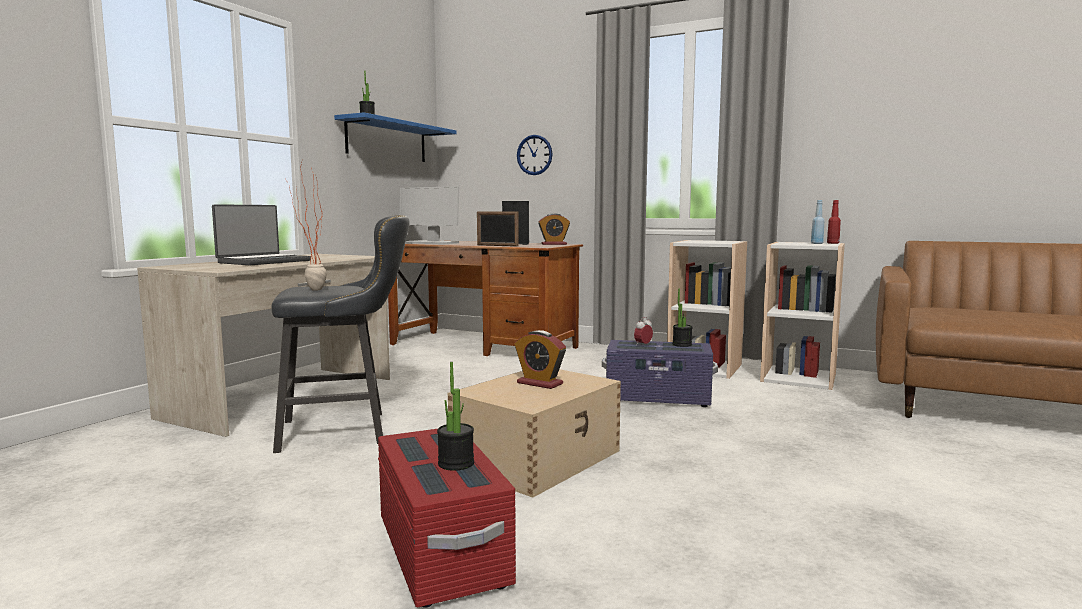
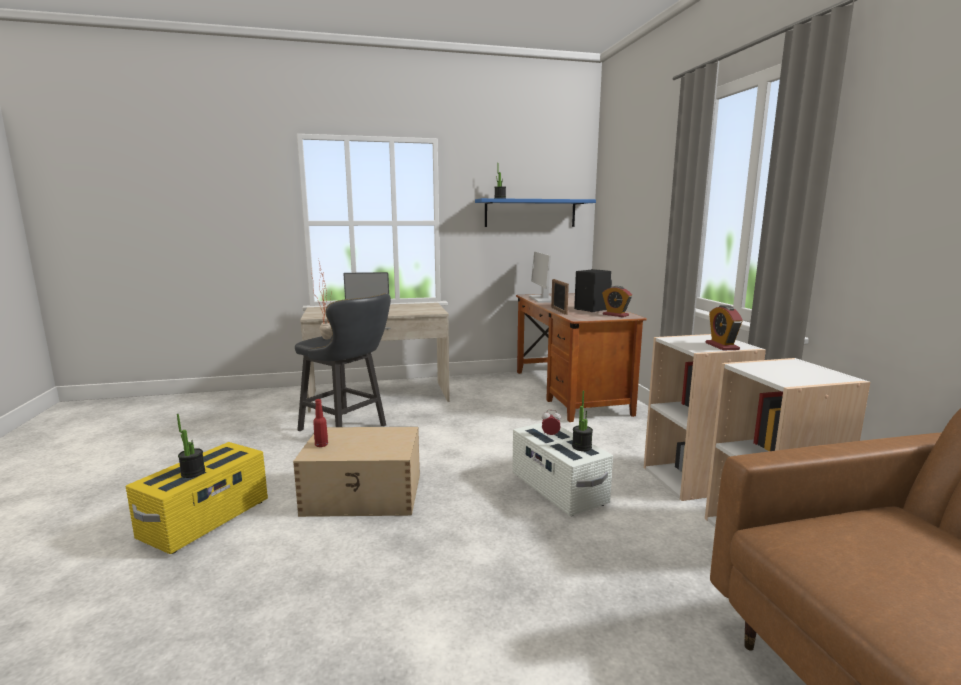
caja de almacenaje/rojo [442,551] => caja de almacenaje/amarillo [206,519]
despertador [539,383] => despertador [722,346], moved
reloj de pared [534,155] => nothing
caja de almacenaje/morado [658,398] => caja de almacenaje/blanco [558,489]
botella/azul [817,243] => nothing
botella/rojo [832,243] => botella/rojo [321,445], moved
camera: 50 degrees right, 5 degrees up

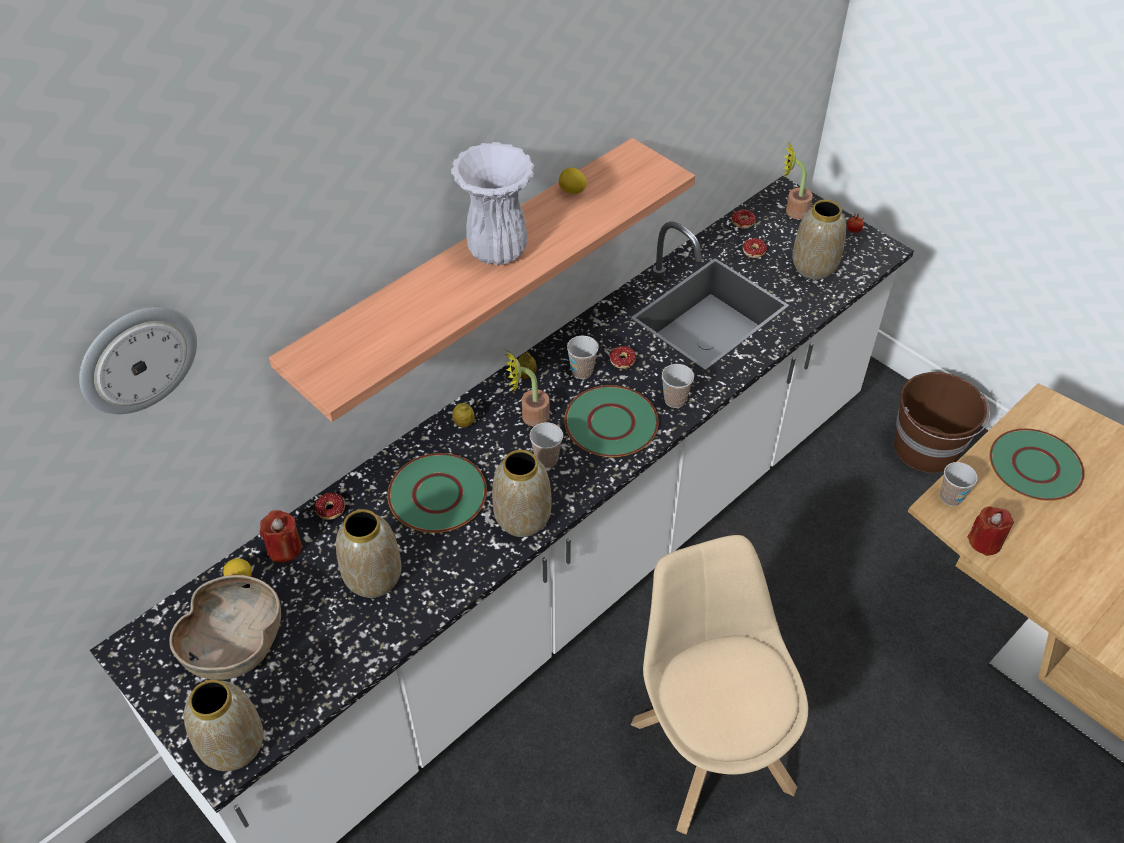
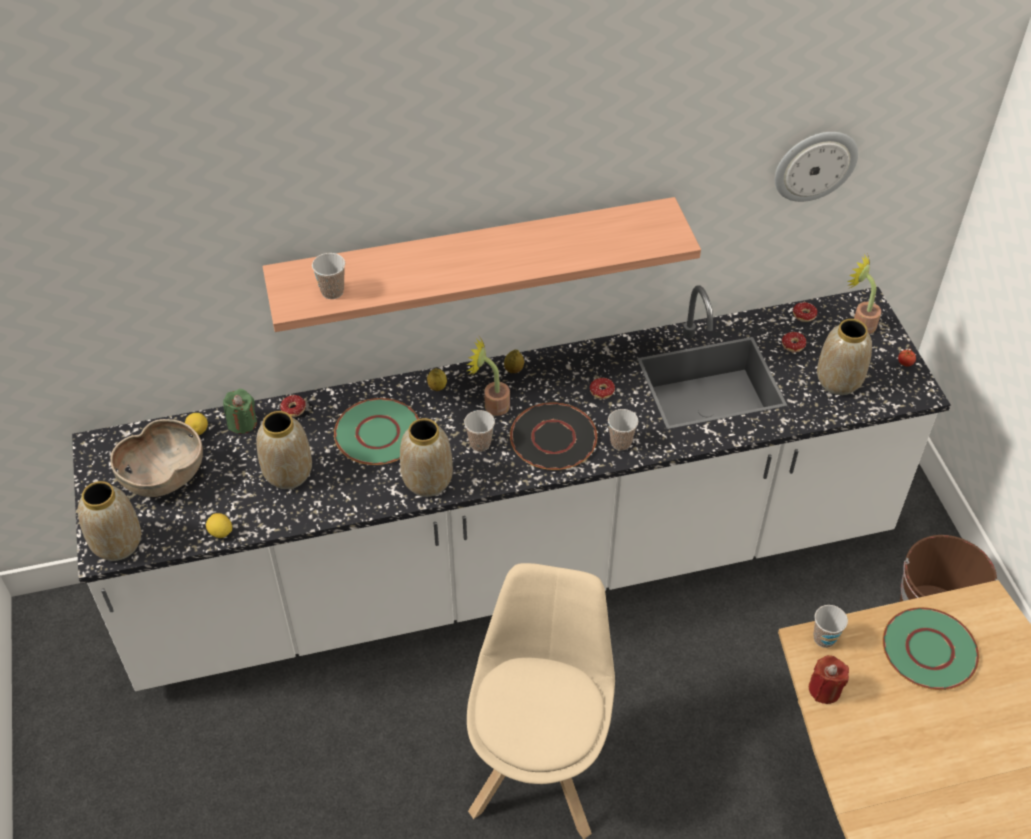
reloj de pared [137,358] => reloj de pared [815,165], moved
vela/rojo [284,548] => vela/verde [242,423]
florero/blanco [497,250] => nothing
limón [572,191] => limón [221,532], moved
plato/verde [611,423] => plato/negro [553,438]
taza [582,371] => taza [332,291], moved
camera: 30 degrees right, 0 degrees up

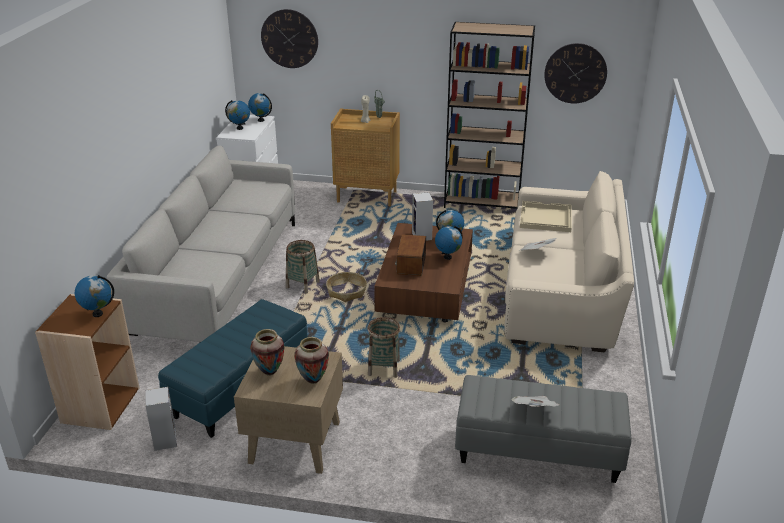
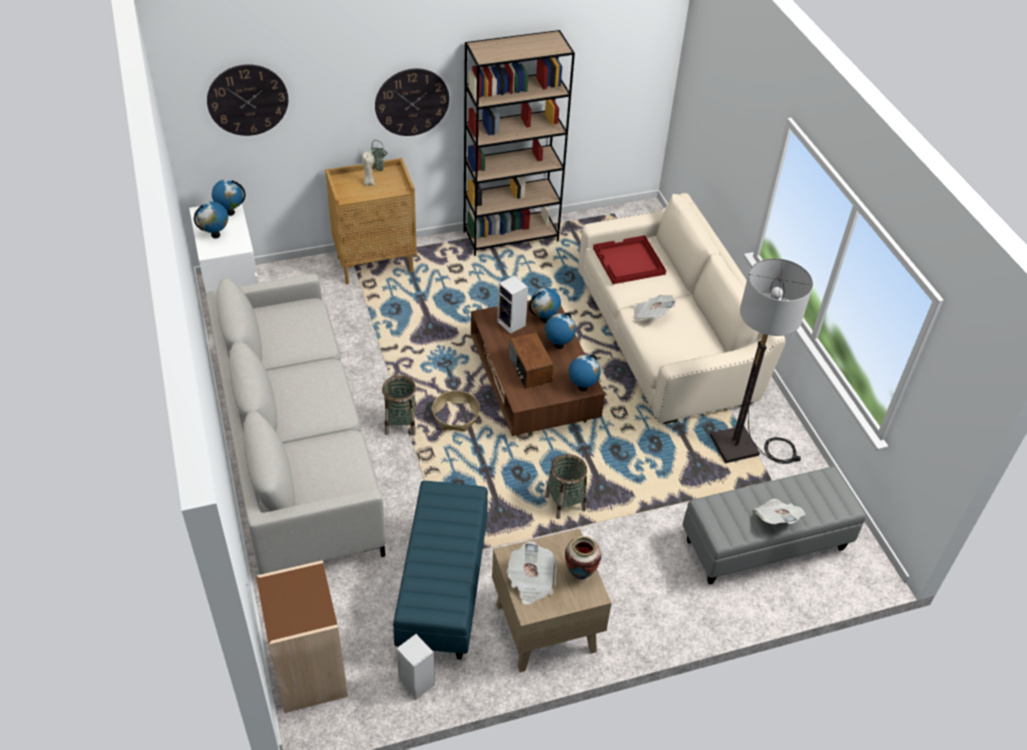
globo terráqueo [98,313] => globo terráqueo [582,387], moved
florero [269,372] => periódico [531,581]
bandeja/beis [545,218] => bandeja/rojo [628,261]
reloj de pared [575,73] => reloj de pared [412,102], moved
nothing => lámpara de pie [747,448]
camera: 30 degrees left, 15 degrees up

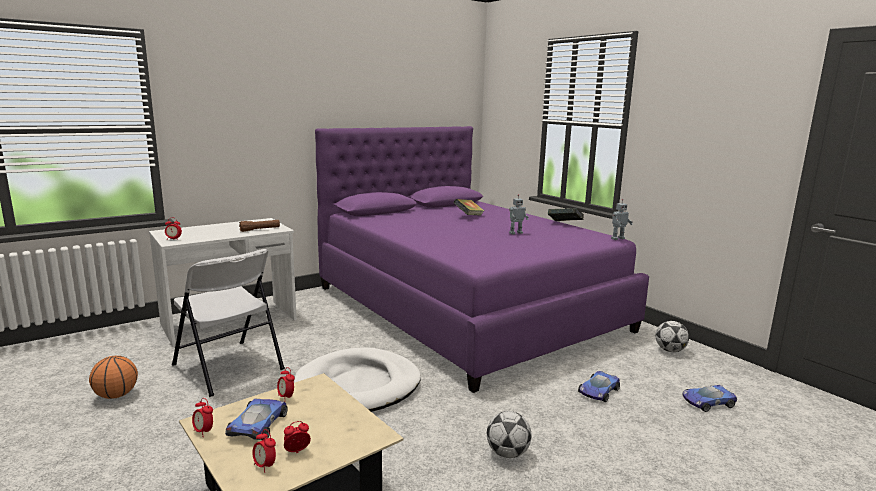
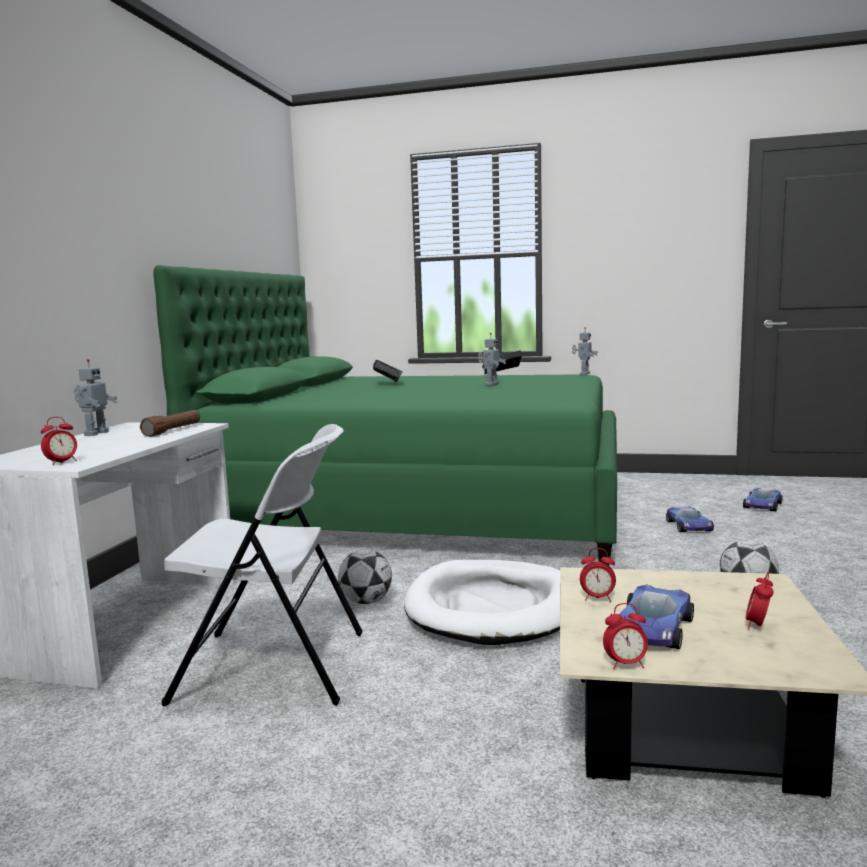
balón de baloncesto [116,395] => nothing
coche de juguete [258,424] => coche de juguete [652,629], 120 degrees counterclockwise
despertador [265,466] => nothing
cama/morado [466,308] => cama/verde [422,507]
balón de fútbol [669,350] => balón de fútbol [366,601], moved
nothing => robot de juguete [95,433]
camera: 40 degrees left, 5 degrees down

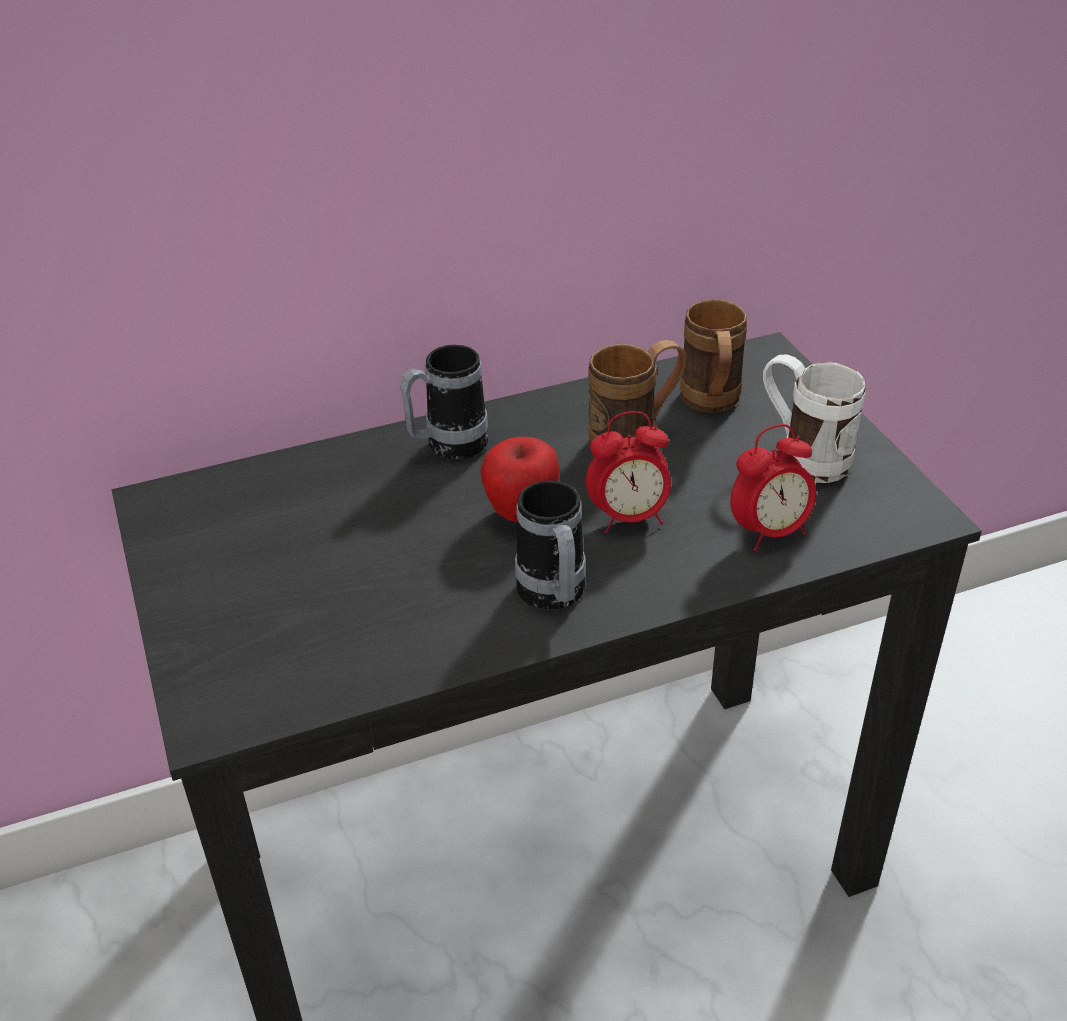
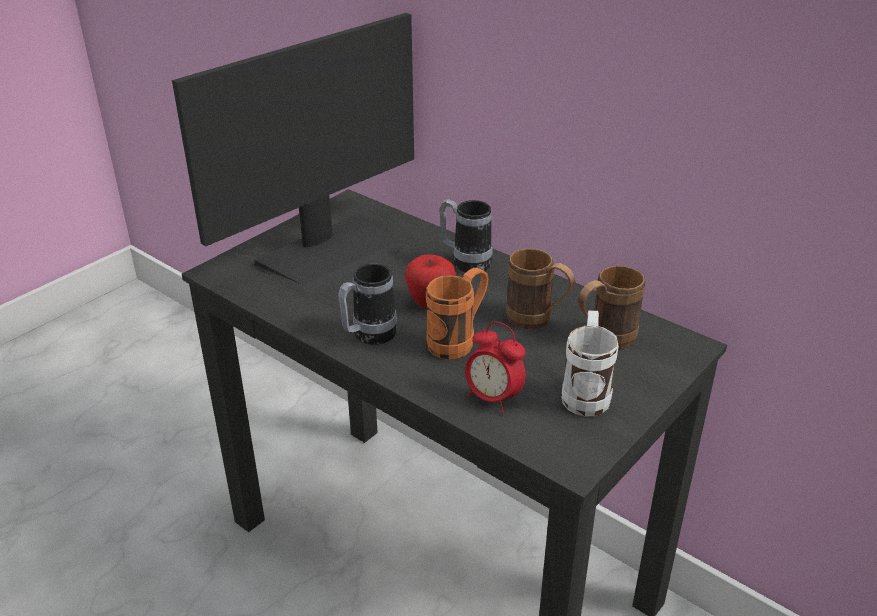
despertador [628,518] => taza grande/naranja [459,341]
nothing => monitor [332,253]
camera: 60 degrees right, 5 degrees down

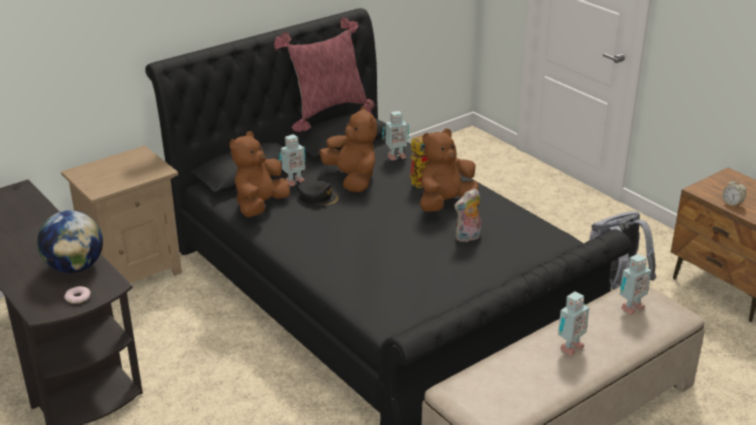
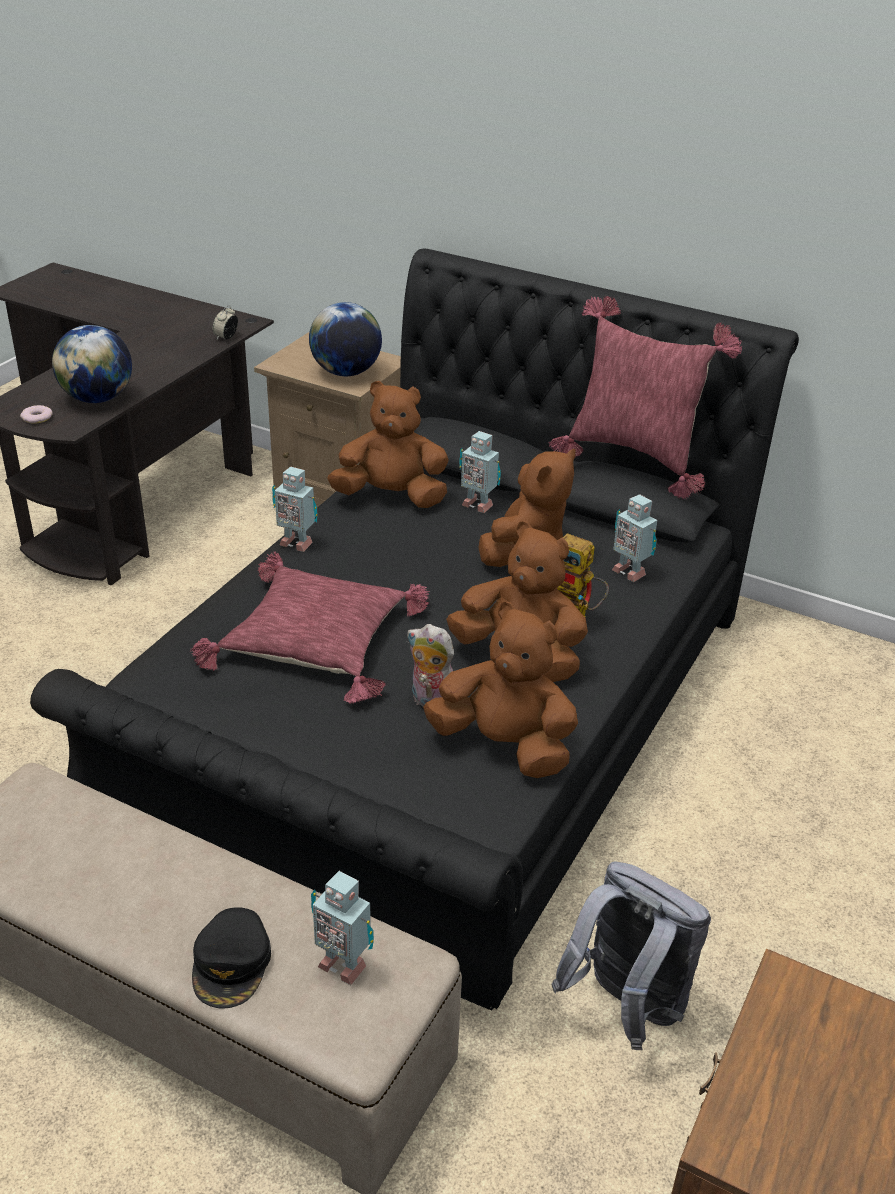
gorra/negro [318,197] => gorra/negro [232,964], moved
robot de juguete [569,347] => robot de juguete [296,542], moved
despertador [732,203] => despertador [226,337], moved
nothing => cojín/rojo [314,635]
nothing => globo terráqueo [346,372]
nothing => peluche/marrón [504,745]
camera: 65 degrees right, 5 degrees up

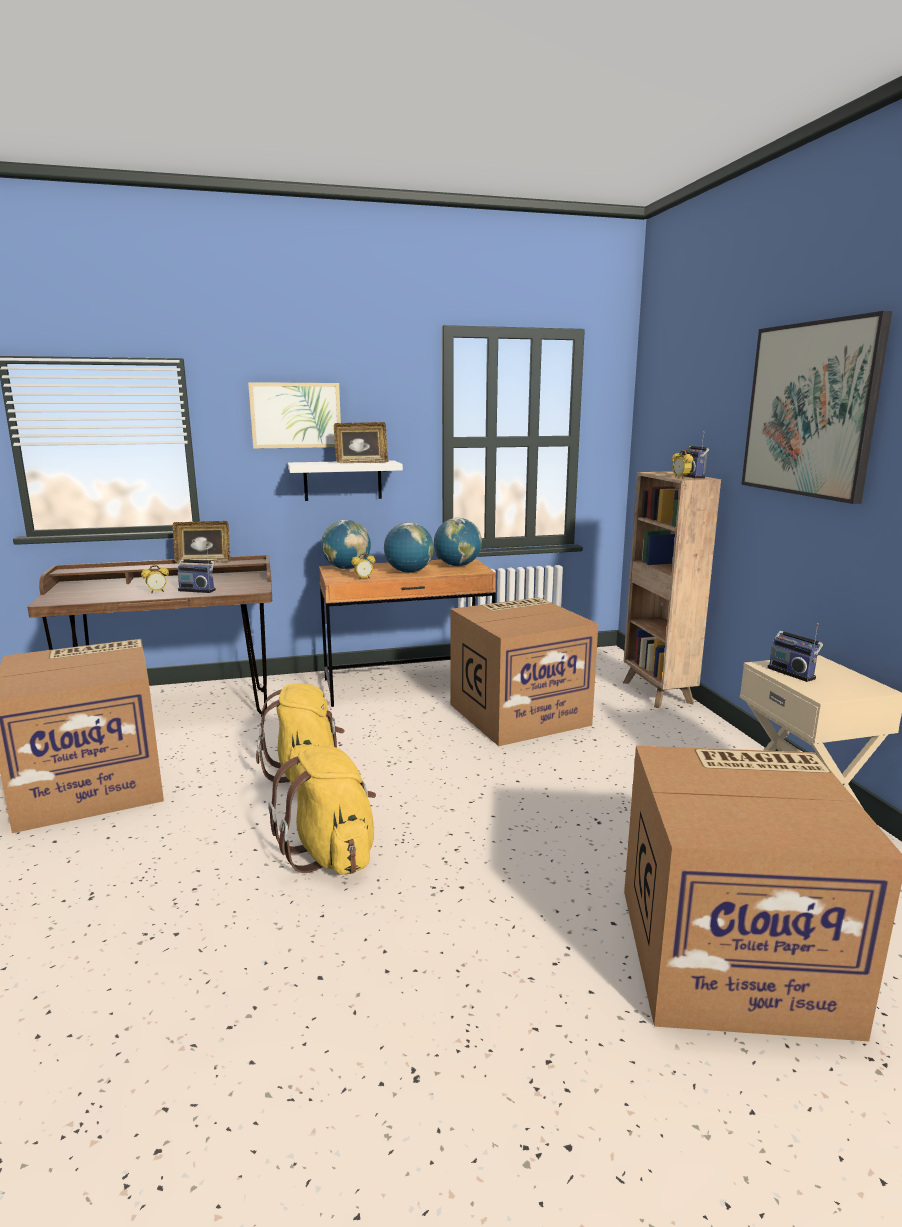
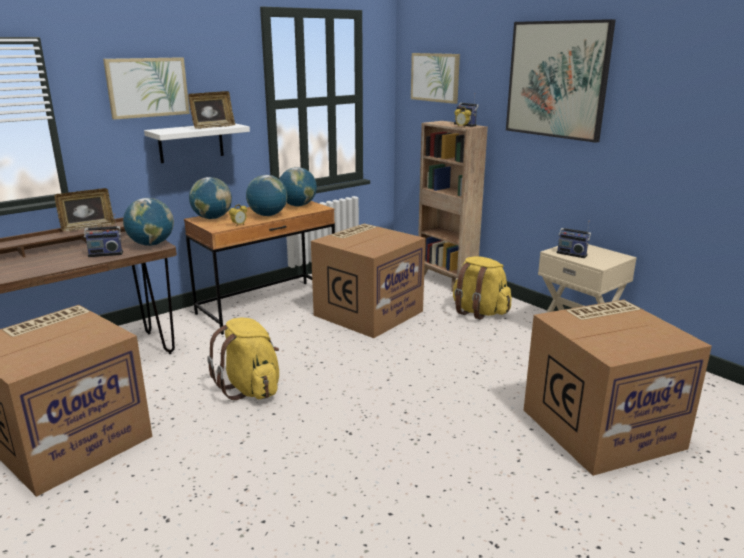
despertador [157,592] => nothing
mochila/amarillo [331,854] => mochila/amarillo [479,312], moved
nothing => globo terráqueo [151,244]
nothing => cuadro [435,77]
camera: 25 degrees left, 5 degrees up

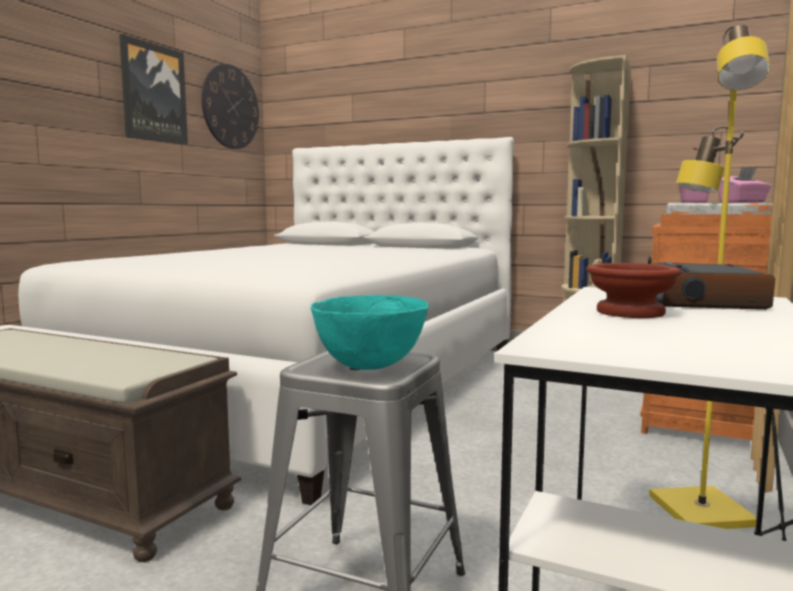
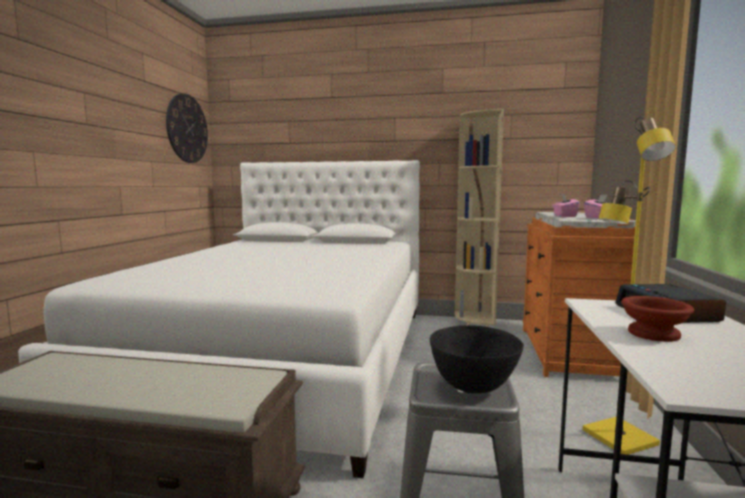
cuadro [153,93] => nothing
cuenco/turquesa [369,366] => cuenco/negro [472,387]
camera: 15 degrees left, 0 degrees up

